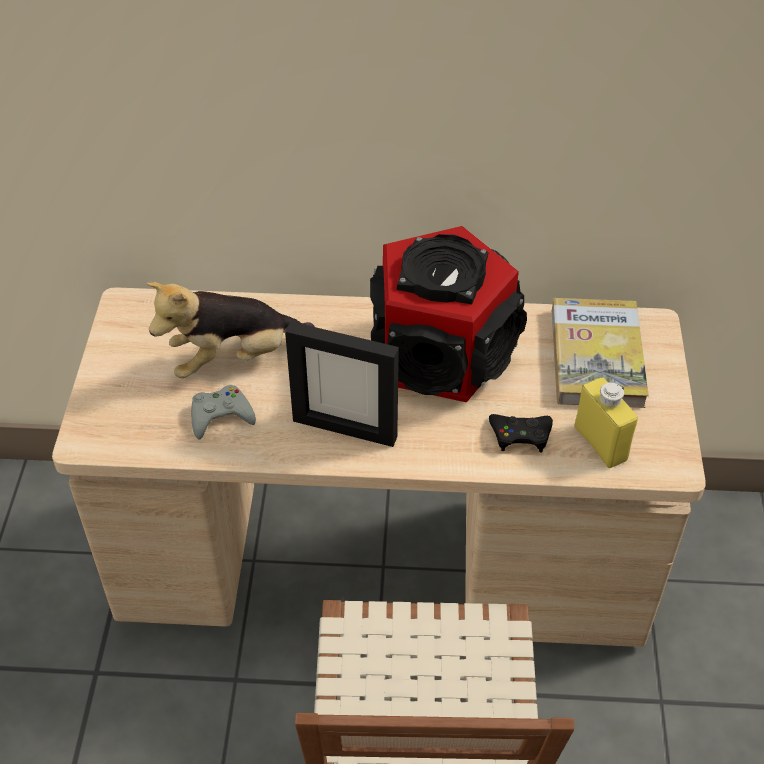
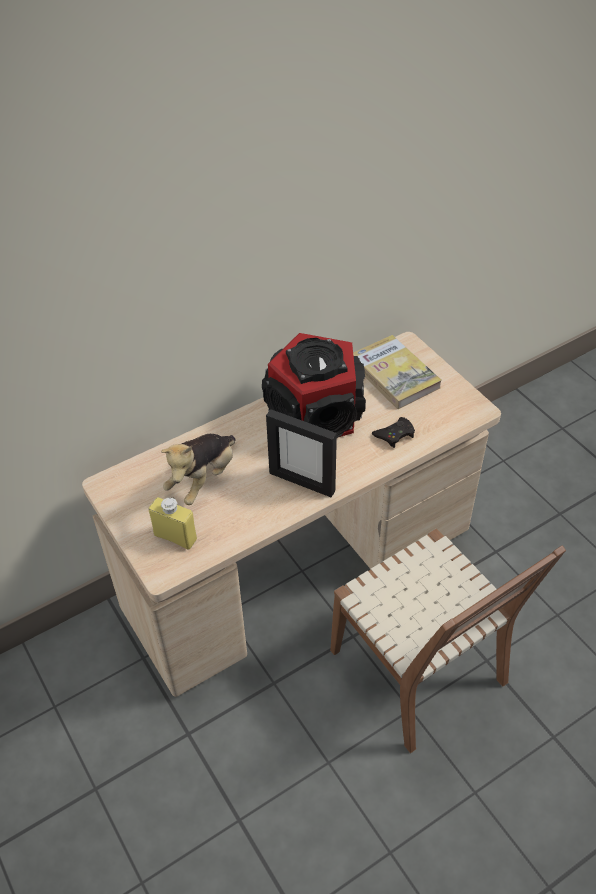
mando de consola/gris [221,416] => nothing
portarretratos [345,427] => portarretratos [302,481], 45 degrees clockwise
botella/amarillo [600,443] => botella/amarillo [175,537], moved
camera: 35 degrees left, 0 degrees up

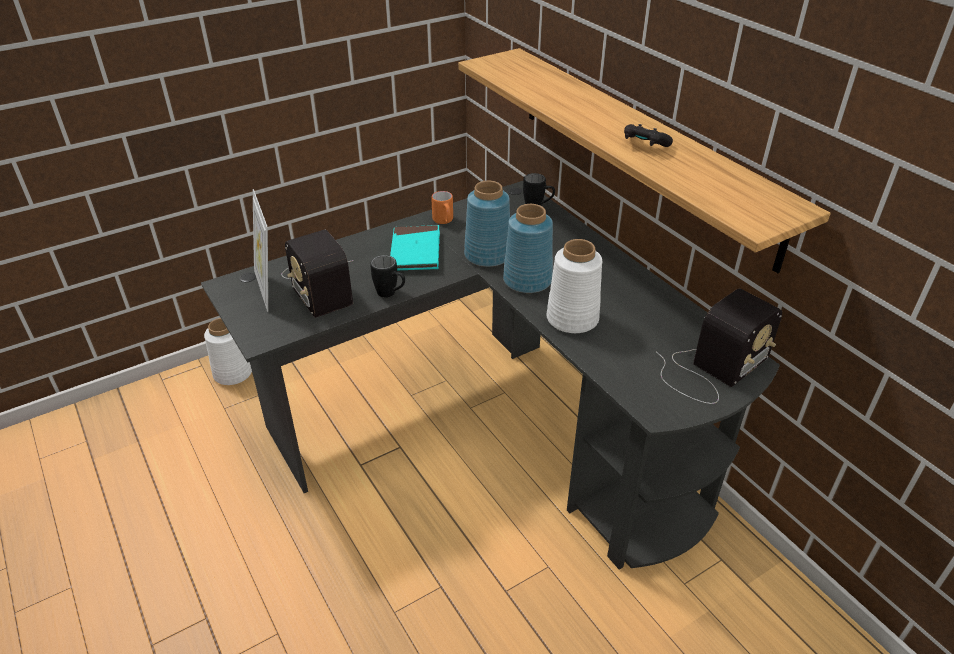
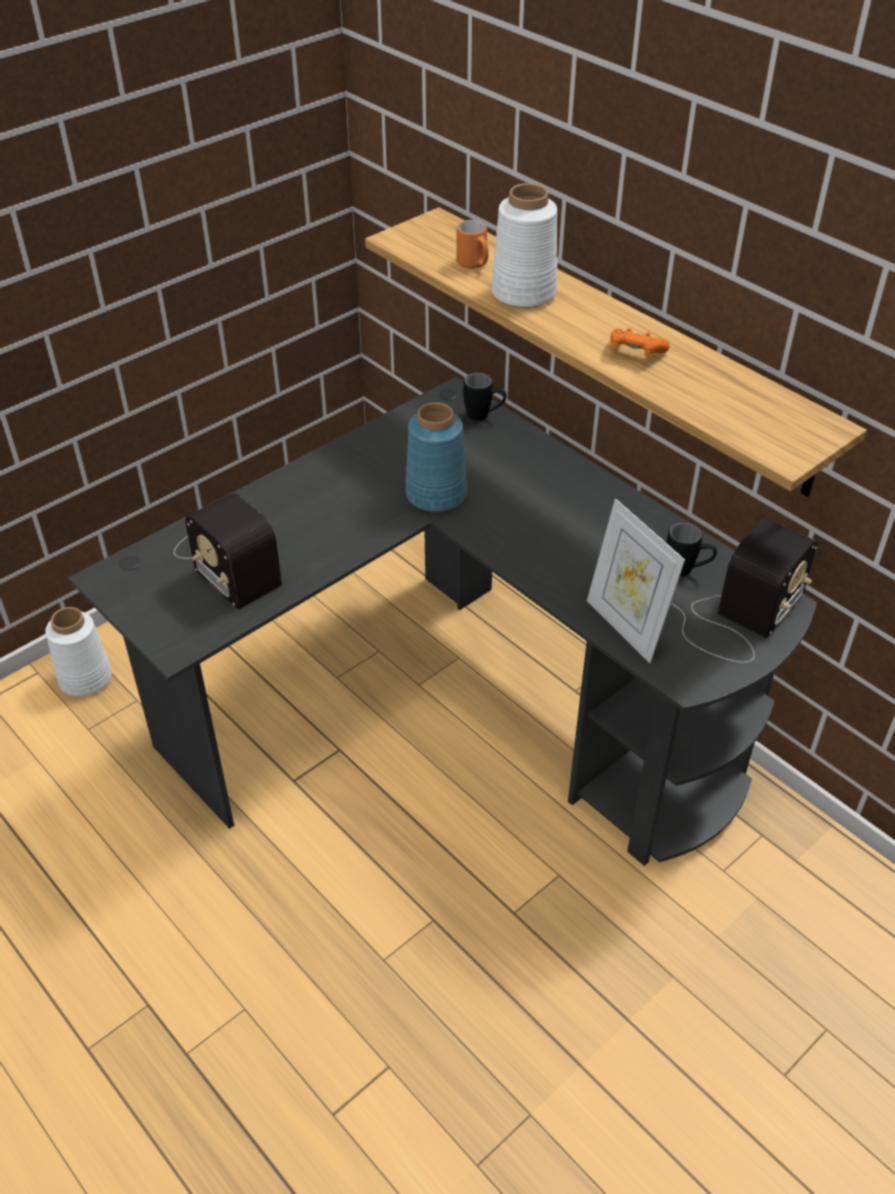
portarretratos [268,288] => portarretratos [626,627], moved
taza grande/negro [391,294] => taza grande/negro [686,571], moved
libro/turquesa [415,251] => nothing
taza grande/naranja [444,221] => taza grande/naranja [474,265], moved
florero/azul [526,280] => nothing
florero/blanco [572,319] => florero/blanco [524,293], moved
mando de consola/negro [644,145] => mando de consola/naranja [635,353]
camera: 10 degrees left, 5 degrees up

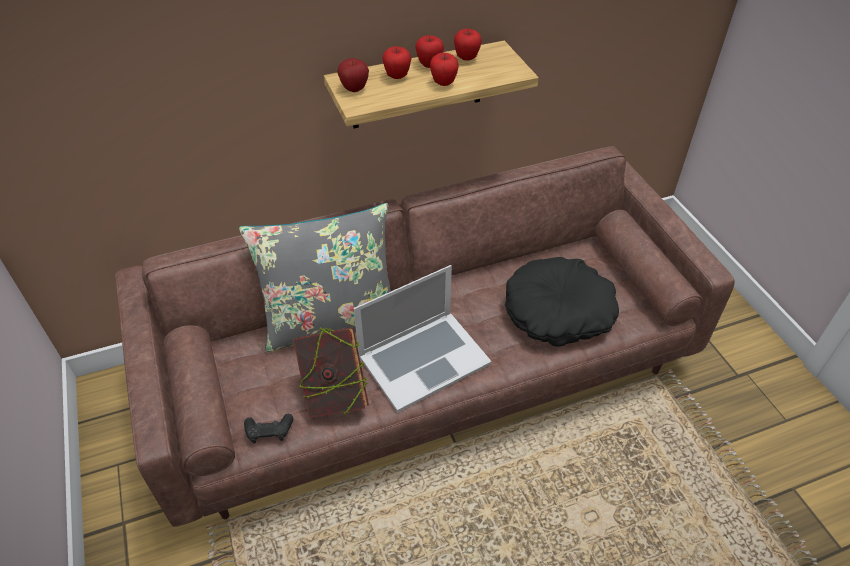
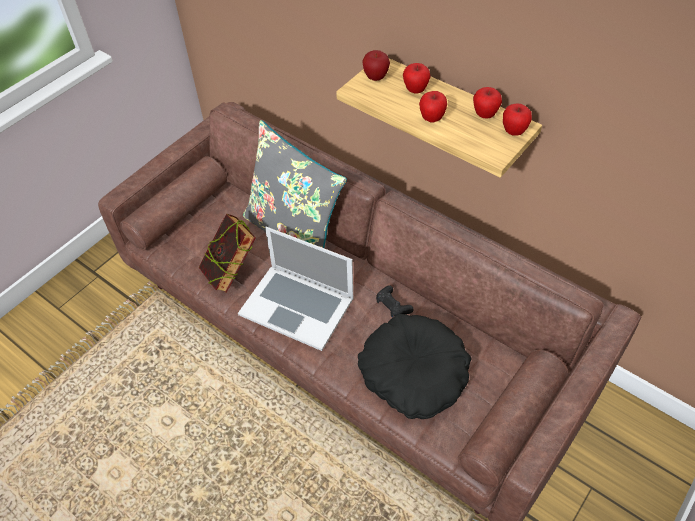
mando de consola/negro [269,431] => mando de consola/negro [393,305], moved
manzana [429,65] => manzana [514,131], moved
camera: 60 degrees right, 5 degrees up

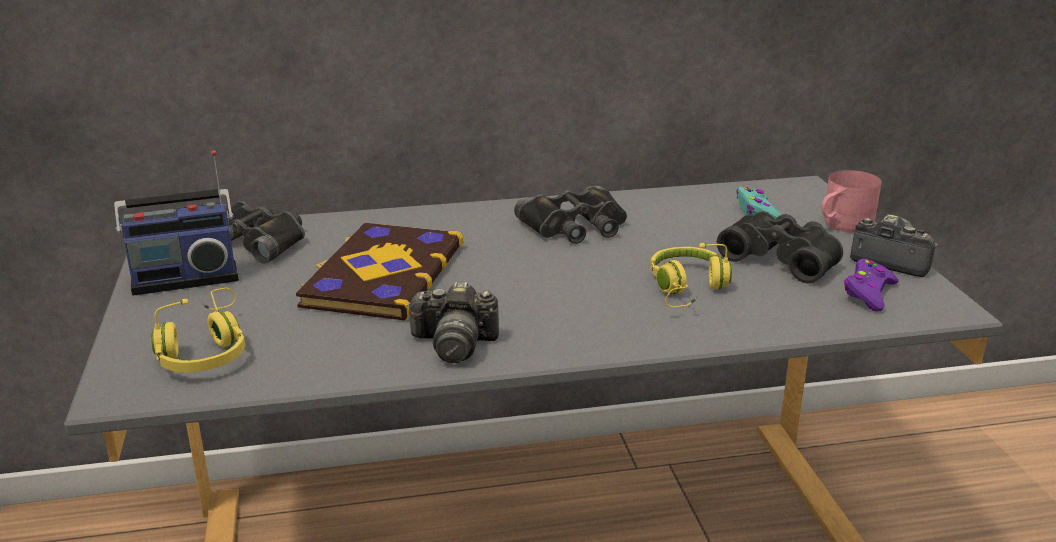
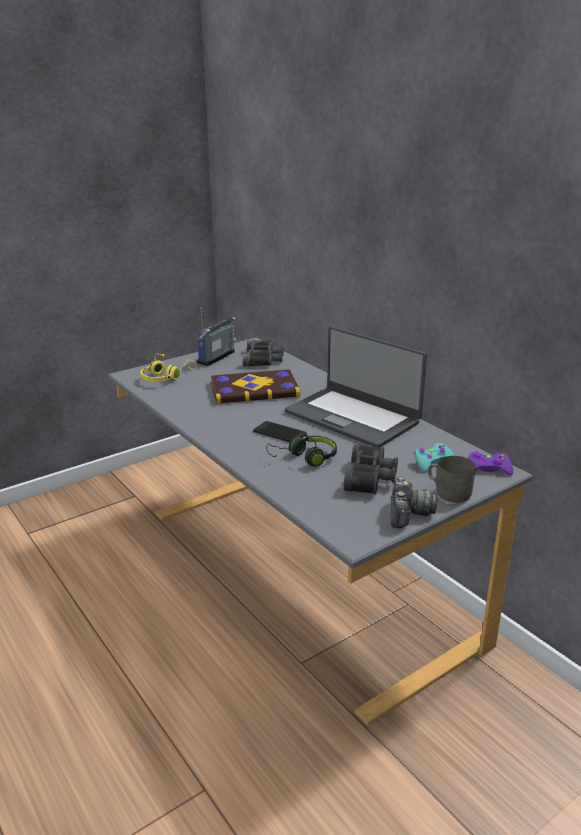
radio [185,278] => radio [218,358], 75 degrees clockwise
cámara [454,344] => nothing
prismáticos/negro [575,226] => portátil [353,416]
auriculares/amarillo [688,289] => auriculares/negro [305,458]
taza grande/rosa [842,224] => taza grande/gris [448,492]
mando de consola/morado [868,293] => mando de consola/morado [487,469], moved
nothing => móvil [279,433]
camera: 65 degrees right, 0 degrees up

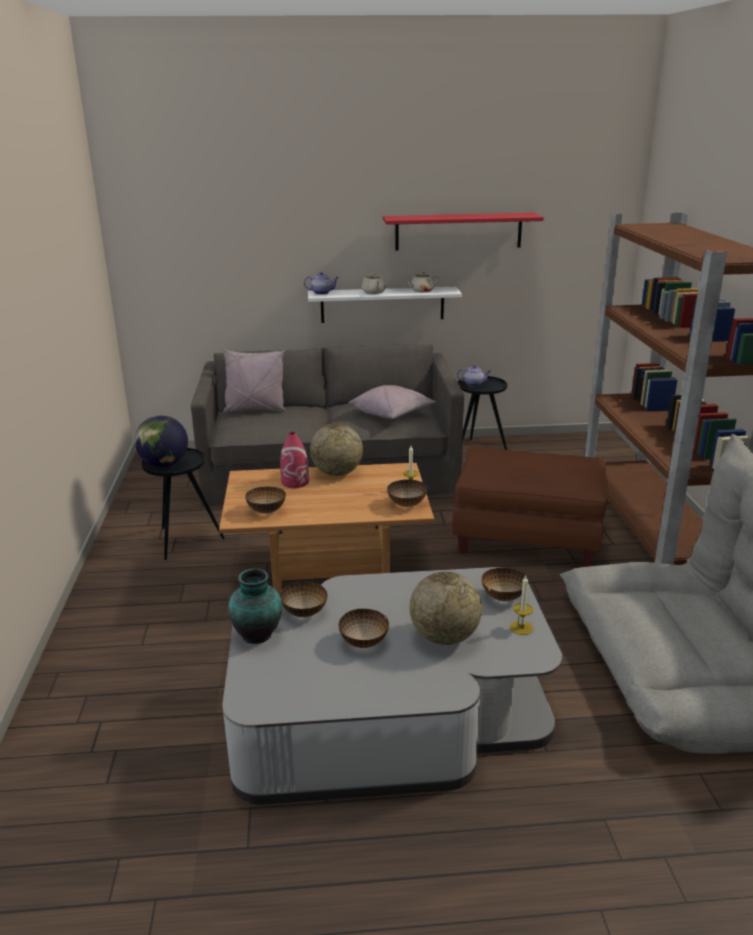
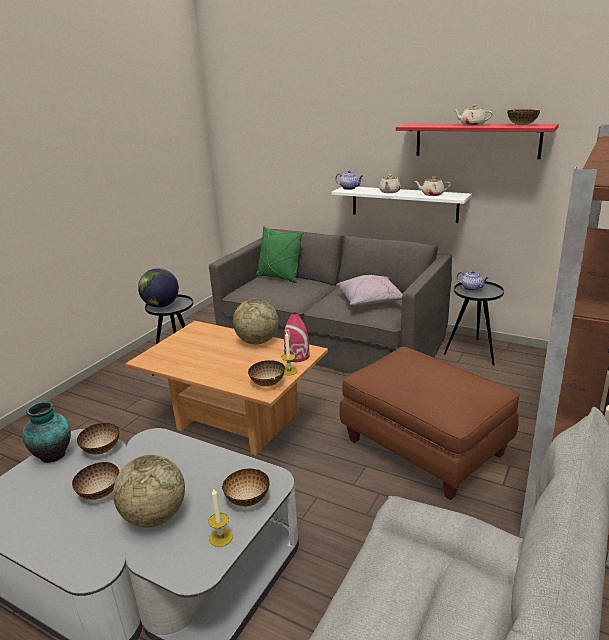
cojín/morado [255,410] => cojín/verde [279,277]
cuenco [267,511] => cuenco [522,125], moved
florero/rojo [295,482] => florero/rojo [297,356], moved
nothing => tetera/beis [472,125]
camera: 35 degrees right, 0 degrees up

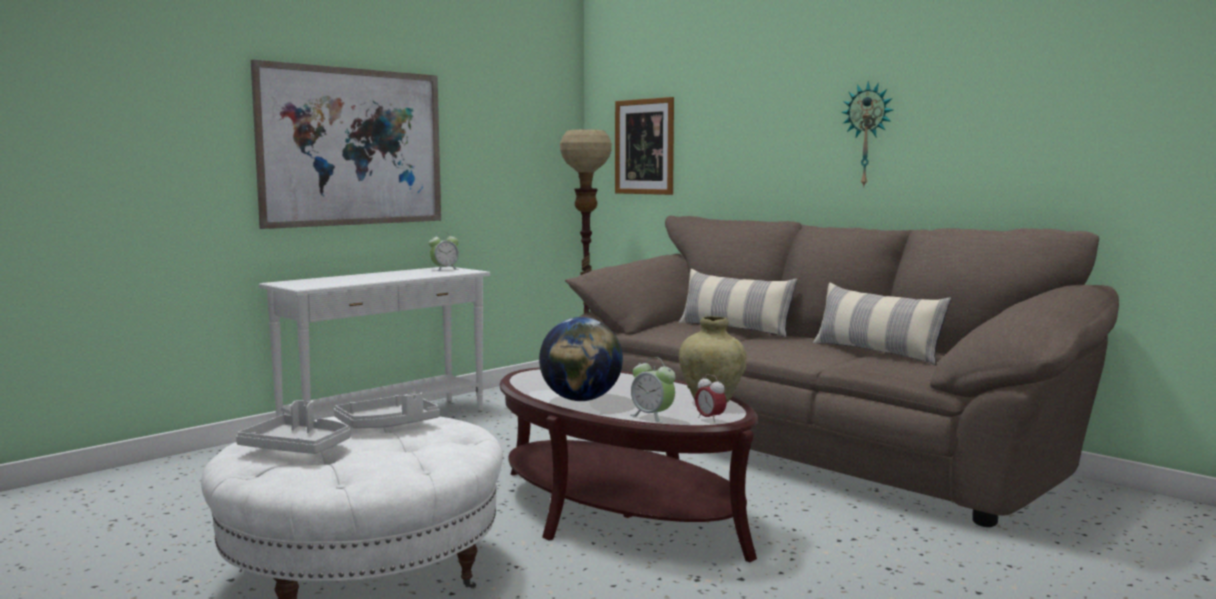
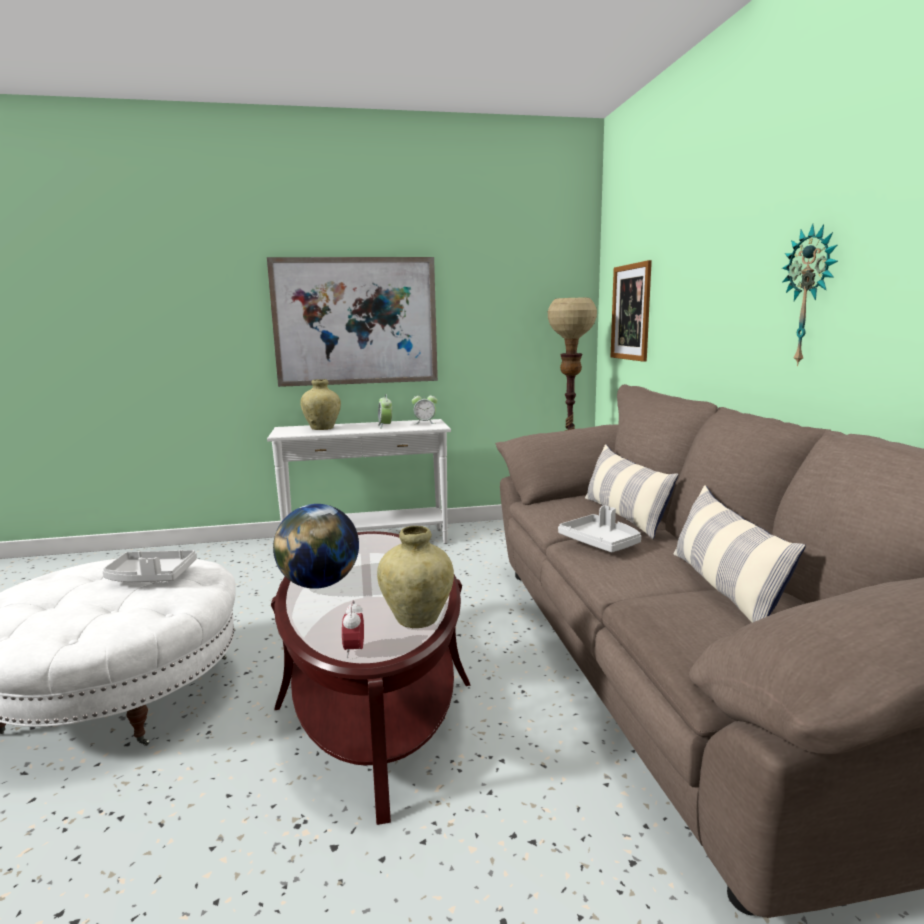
bandeja/gris [298,448] => bandeja/gris [601,543], moved
despertador [652,416] => despertador [385,426], moved
nothing => florero/beis [322,428]
camera: 35 degrees right, 5 degrees up

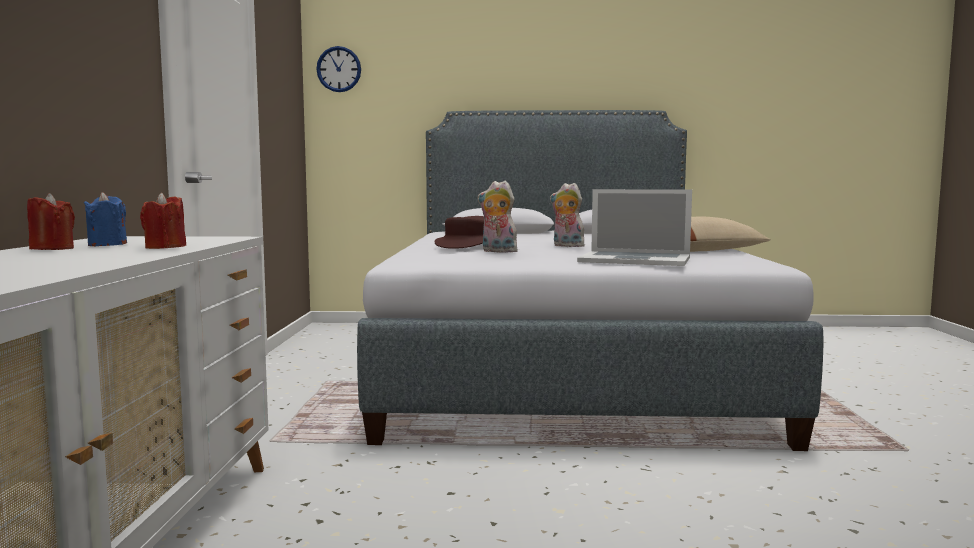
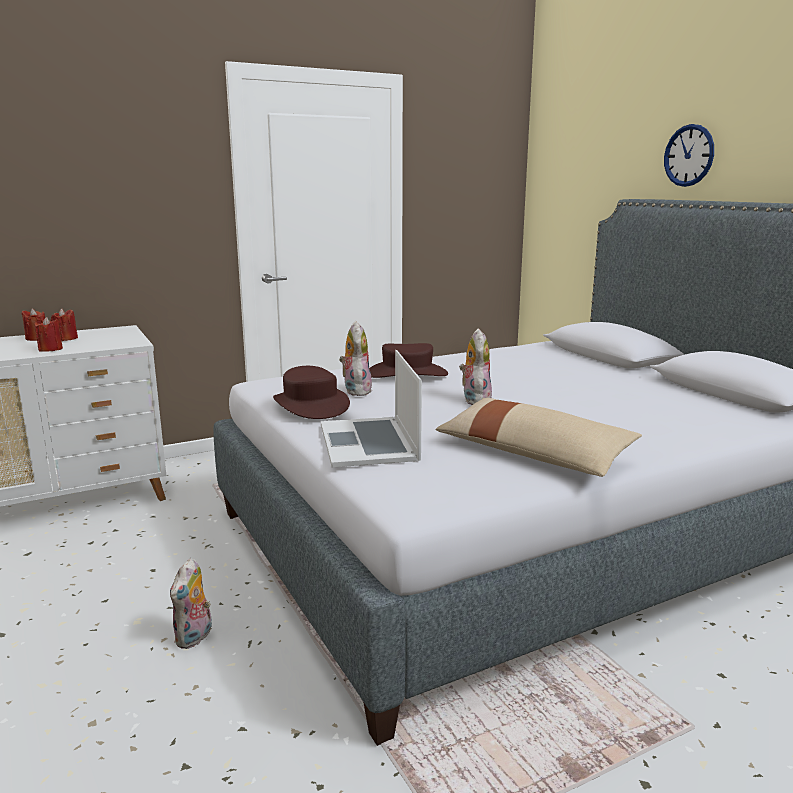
vela/azul [107,245] => vela/rojo [66,339]
reloj de pared [339,69] => reloj de pared [689,155], moved
nothing => peluche [195,638]
nothing => sombrero/marrón [310,405]
camera: 60 degrees right, 10 degrees up

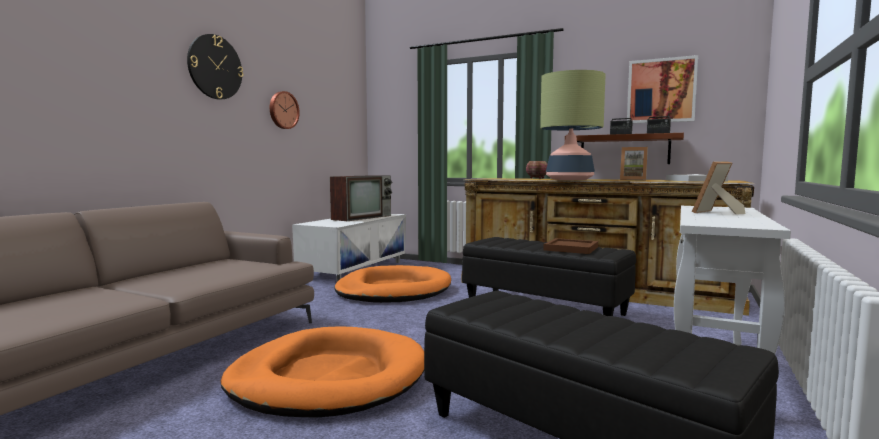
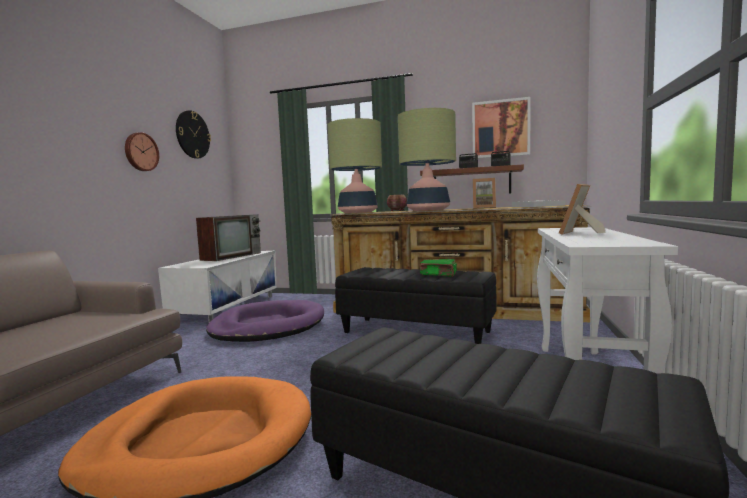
reloj de pared [215,67] => reloj de pared [192,134], moved
cama para perro/naranja [393,290] => cama para perro/morado [268,326]
bandeja/marrón [571,249] => libro/verde [439,274]
nothing => lámpara de mesa [358,212]
camera: 10 degrees left, 0 degrees up

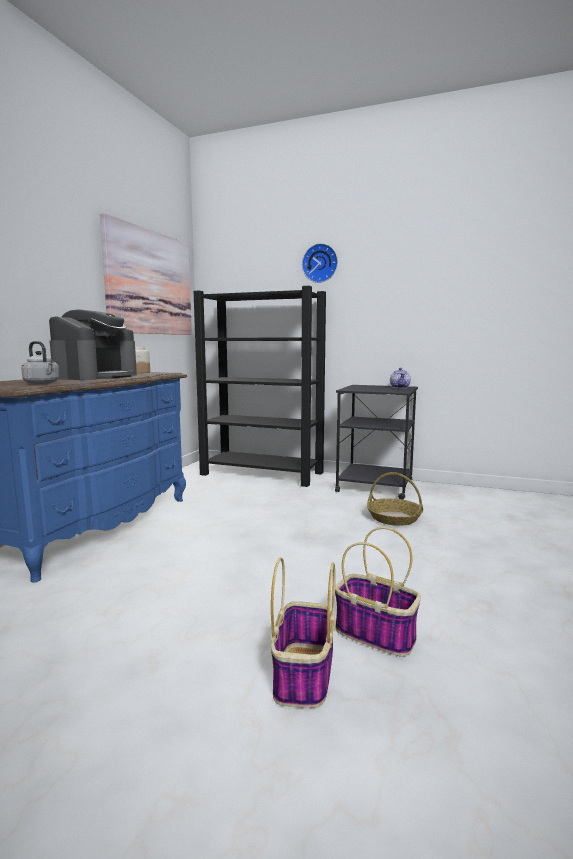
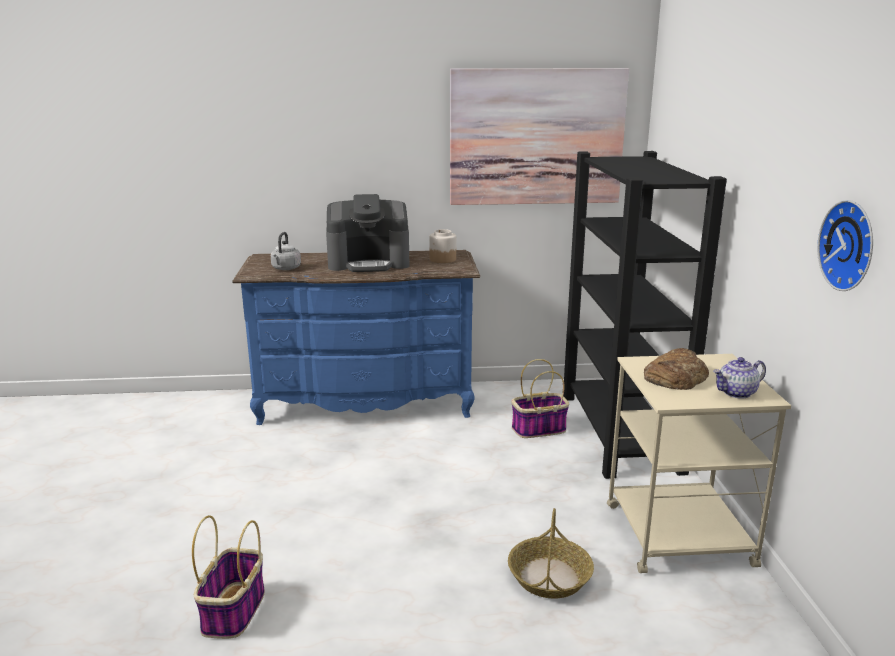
cesta [303,676] => cesta [538,429], moved
reloj de pared [320,263] => reloj de pared [851,245], moved
carrito/negro [376,486] => carrito/beis [679,537]
nothing => pan [675,377]
camera: 65 degrees right, 10 degrees up

